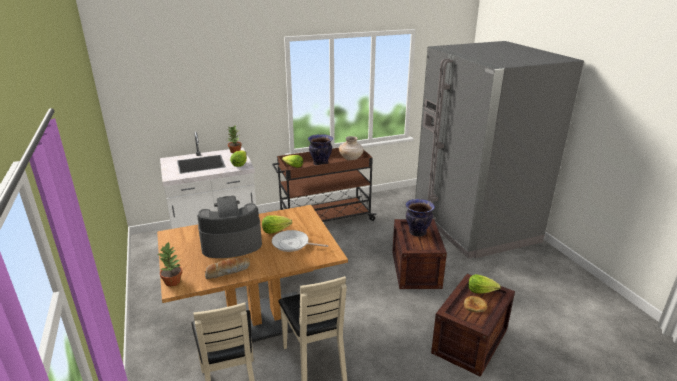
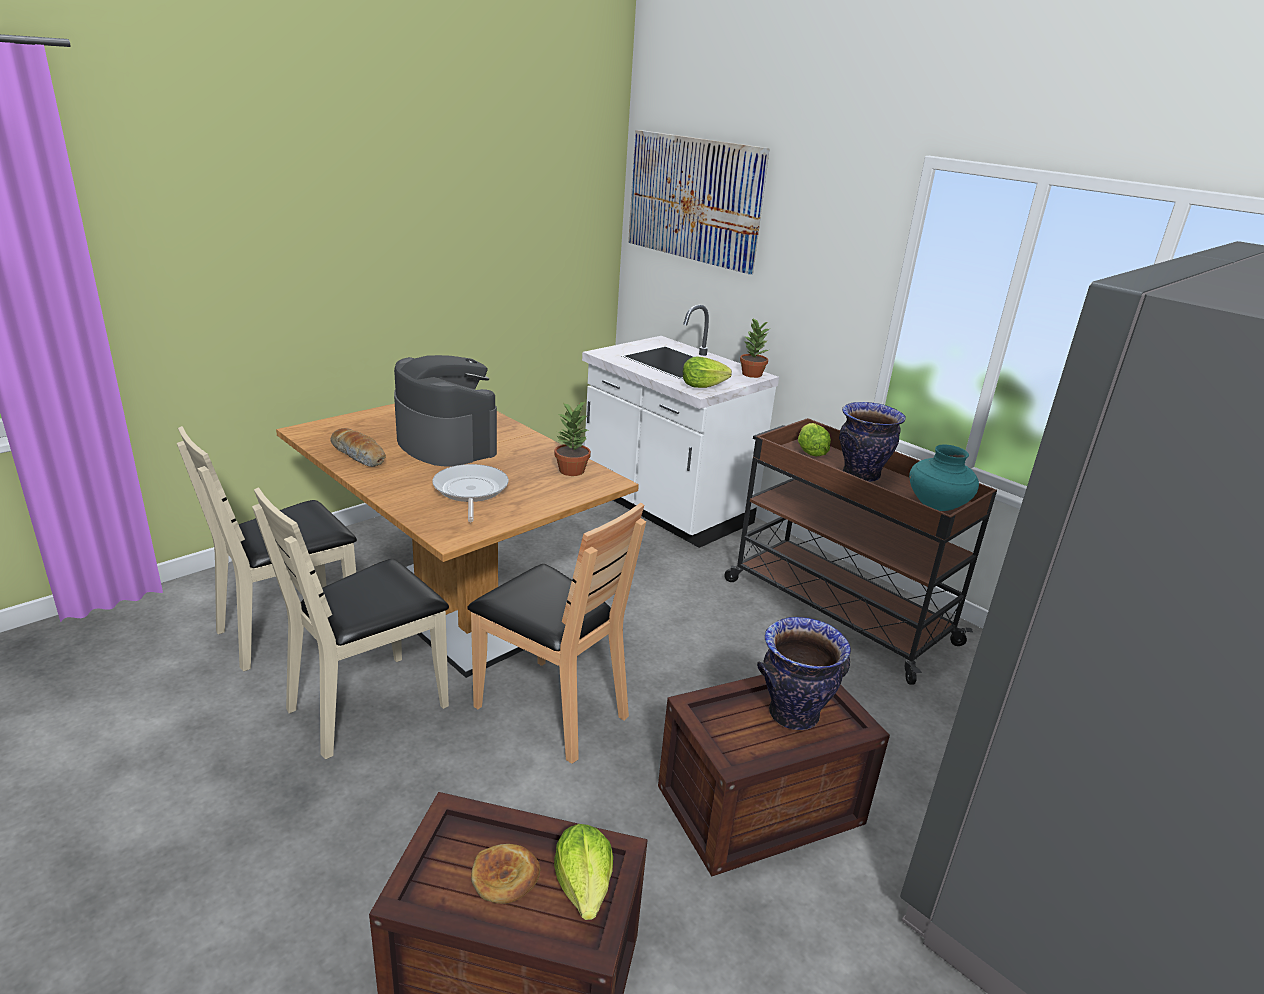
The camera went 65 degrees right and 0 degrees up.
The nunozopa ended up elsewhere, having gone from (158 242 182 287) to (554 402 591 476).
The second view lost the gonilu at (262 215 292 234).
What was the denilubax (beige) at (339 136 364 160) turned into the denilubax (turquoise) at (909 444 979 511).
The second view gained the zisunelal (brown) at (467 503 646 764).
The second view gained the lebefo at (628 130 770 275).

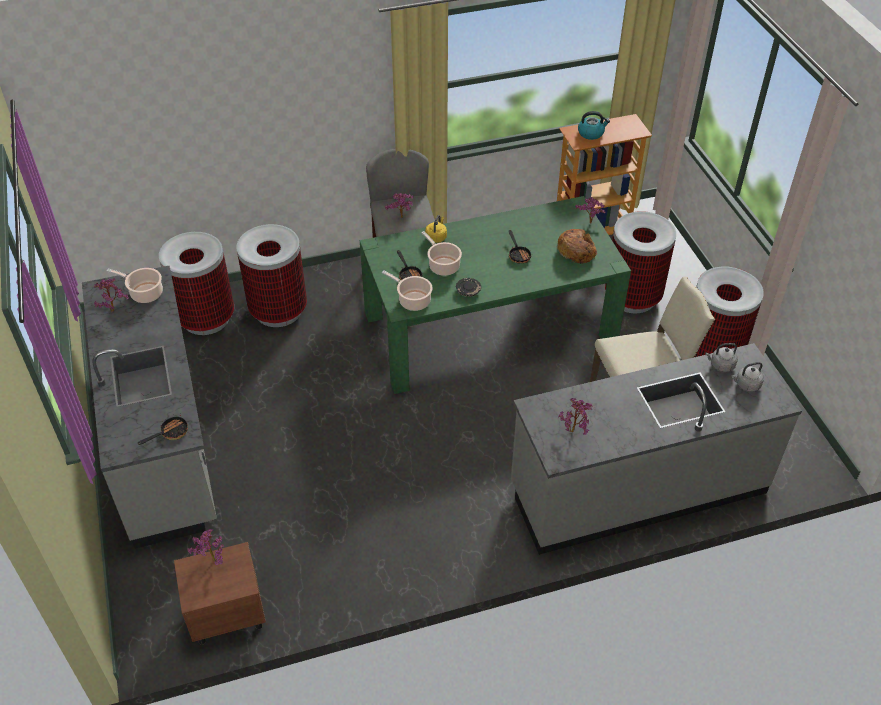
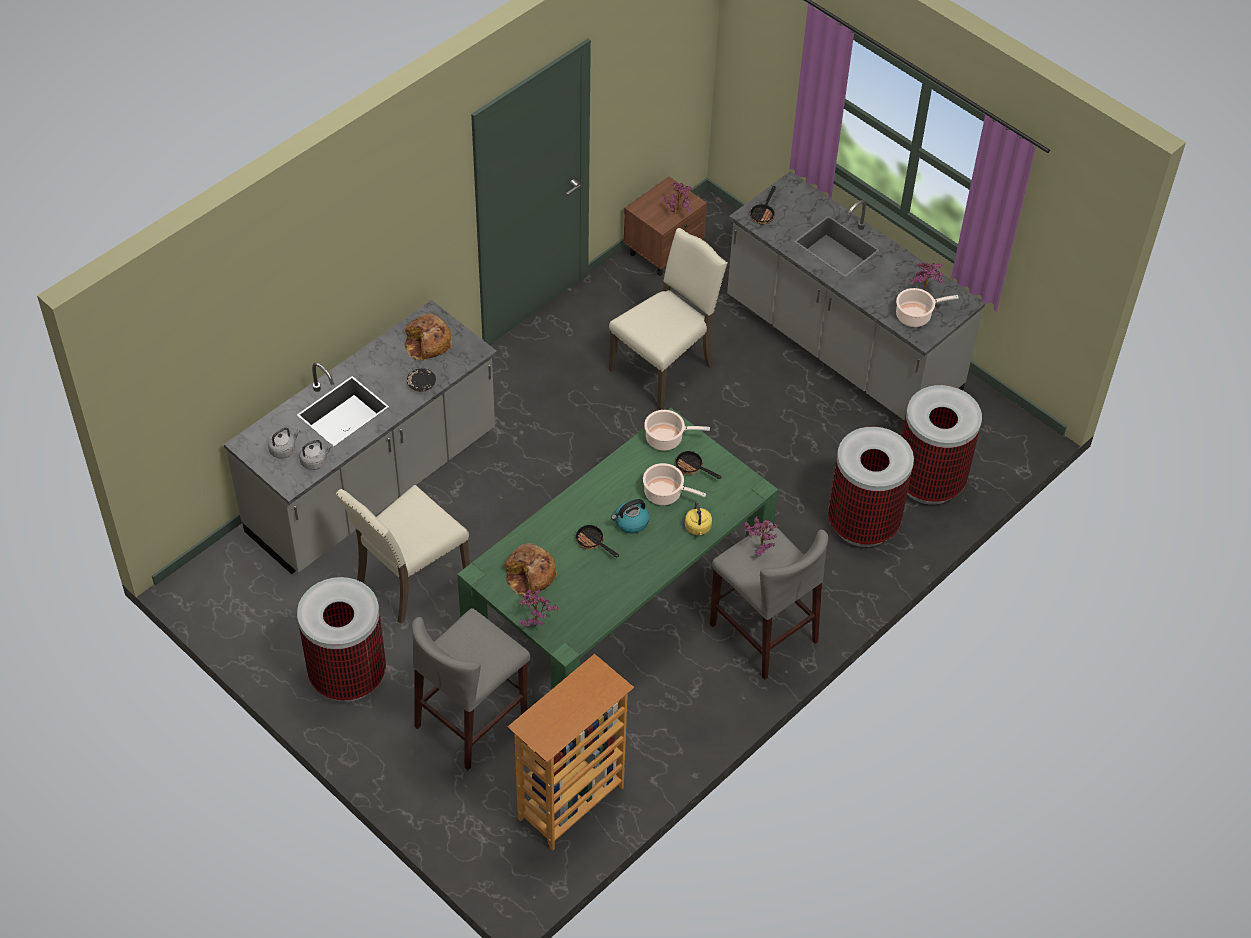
The camera went 150 degrees right and 5 degrees up.
The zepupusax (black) ended up elsewhere, having gone from (456 278 481 297) to (407 368 436 392).
Where the nunozopa stood at (558 398 593 435), the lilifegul came to stand at (404 313 452 361).
The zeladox ended up elsewhere, having gone from (578 111 610 140) to (611 499 650 534).
Where the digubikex stood at (605 211 676 313), the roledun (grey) came to stand at (412 608 530 770).
The second view gained the zisunelal (beige) at (609 228 728 410).

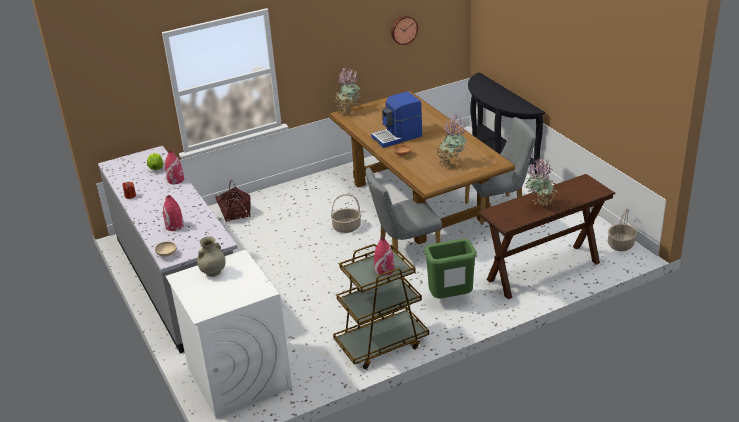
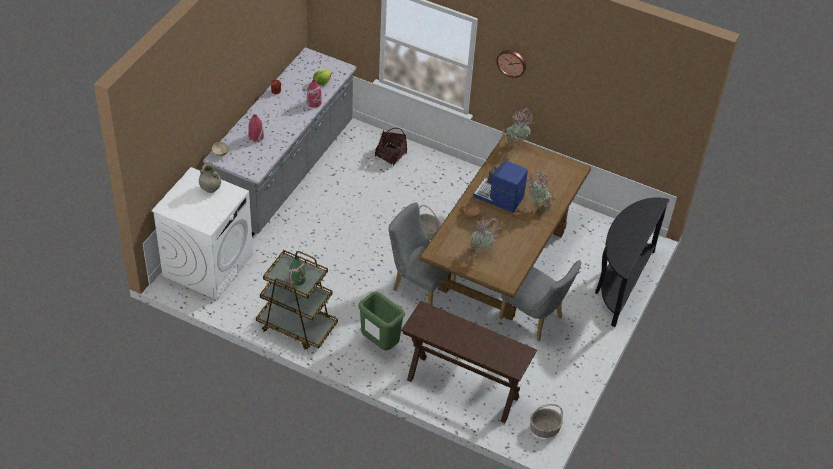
The camera went 50 degrees right and 15 degrees up.
What was the denilubax (red) at (374 238 394 276) turned into the denilubax (green) at (289 257 306 286).
The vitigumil ended up elsewhere, having gone from (391 16 418 45) to (496 50 526 78).
The nunozopa ended up elsewhere, having gone from (525 158 558 208) to (527 170 556 215).

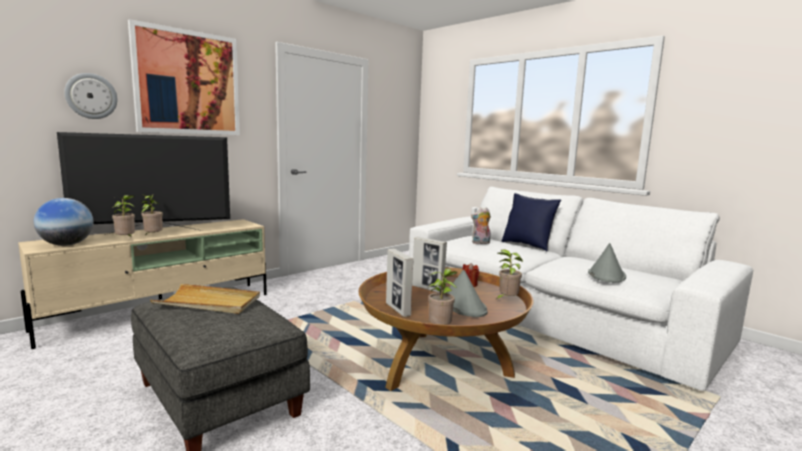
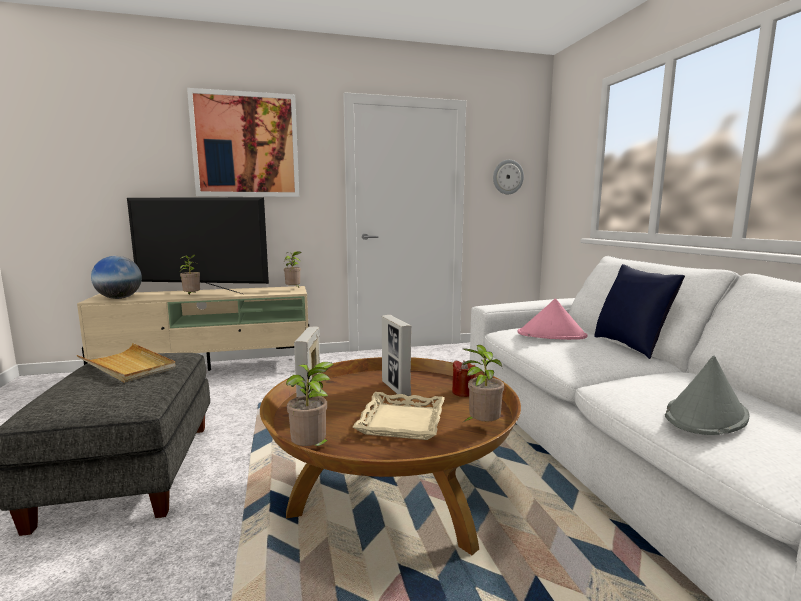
The camera went 30 degrees right and 0 degrees up.
The vitigumil ended up elsewhere, having gone from (64 73 118 119) to (493 160 524 194).
The nunozopa ended up elsewhere, having gone from (111 195 135 237) to (283 251 301 287).
Where the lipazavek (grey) stood at (446 270 488 317), the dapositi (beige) came to stand at (352 392 445 440).
Where the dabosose stood at (471 207 491 244), the lipazavek (pink) came to stand at (518 299 588 340).

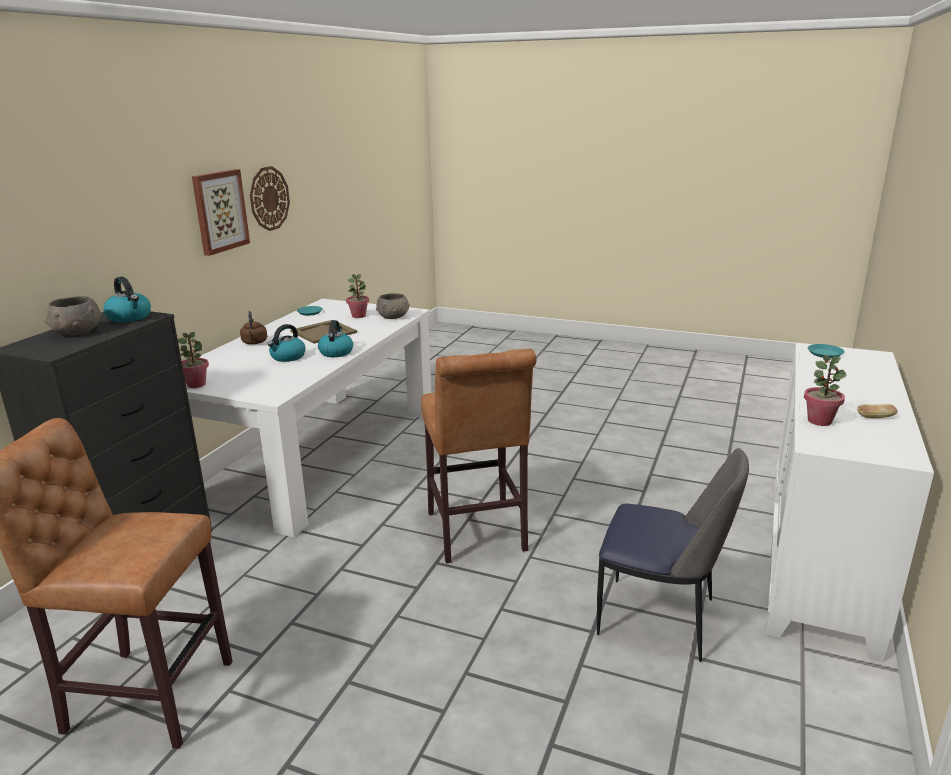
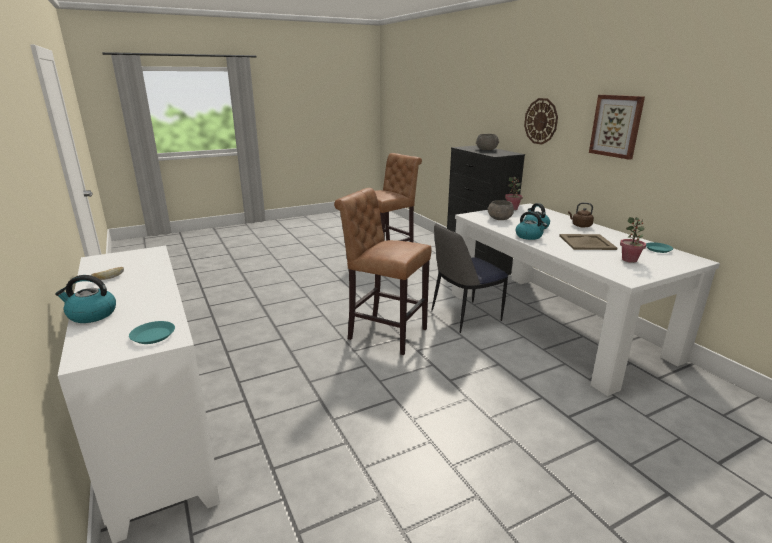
The camera went 130 degrees right and 0 degrees up.
The zeladox ended up elsewhere, having gone from (103 277 151 322) to (55 275 116 323).
The vitigumil ended up elsewhere, having gone from (250 166 290 231) to (524 98 558 145).
The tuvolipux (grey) ended up elsewhere, having gone from (376 293 410 319) to (487 200 514 220).
The zisunelal ended up elsewhere, having gone from (597 448 749 662) to (431 223 508 333).
The second view lost the nunozopa at (804 355 846 426).

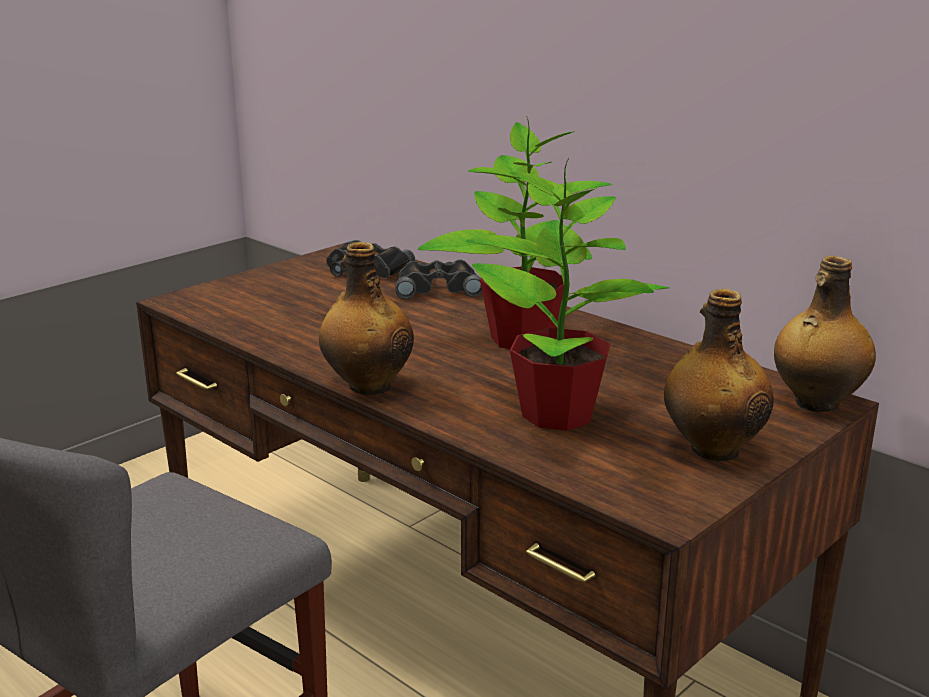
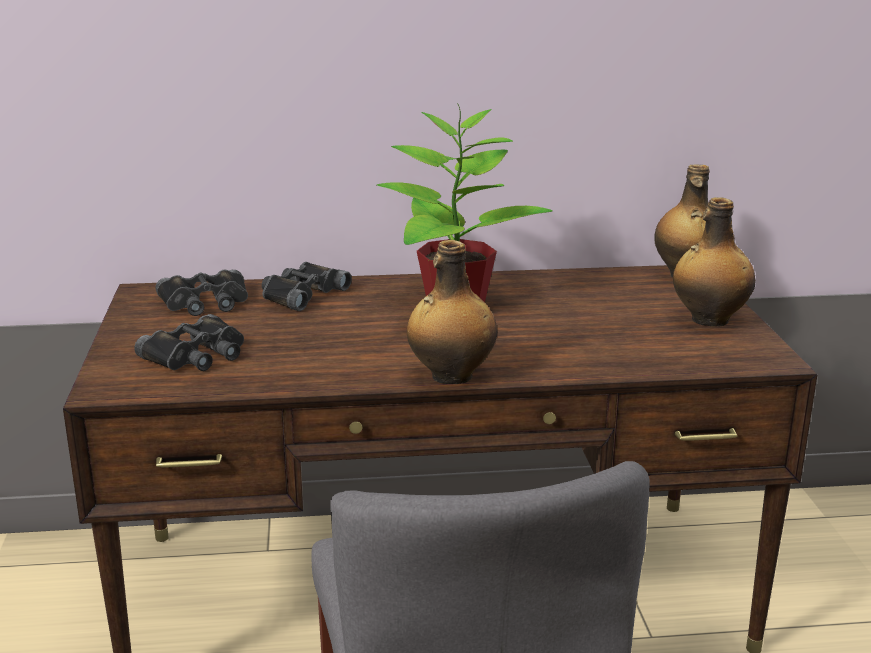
The camera went 50 degrees left and 0 degrees up.
The second view lost the nunozopa at (465 158 669 431).
The second view gained the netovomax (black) at (134 314 244 371).

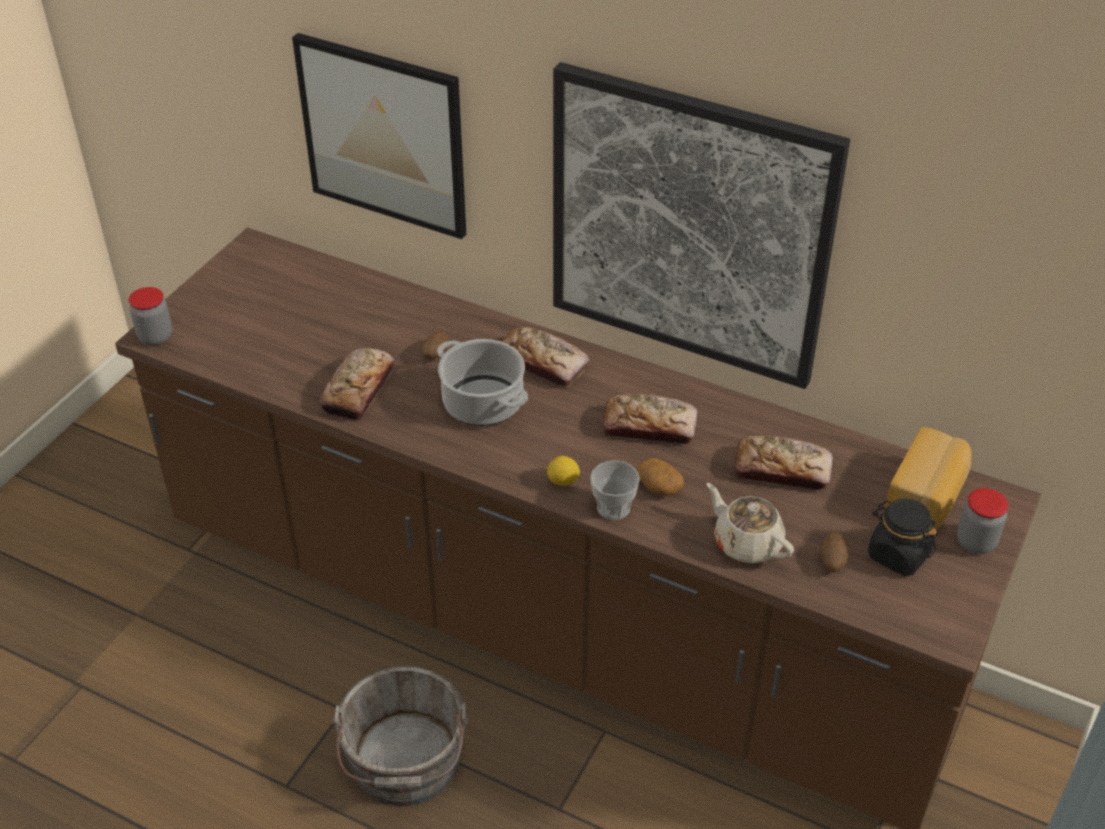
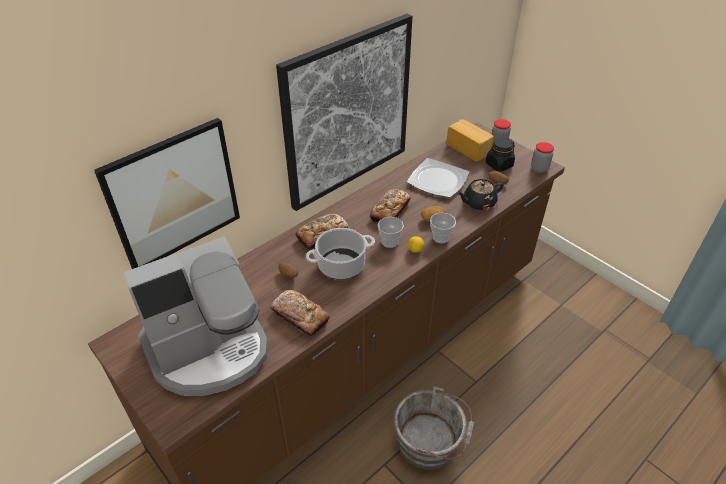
The camera went 70 degrees left and 0 degrees up.
The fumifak ended up elsewhere, having gone from (129 287 172 345) to (531 142 554 173).
What was the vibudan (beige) at (707 483 794 564) turned into the vibudan (black) at (457 179 504 210).
Where the lilifegul stood at (734 436 833 491), the zepupusax came to stand at (407 158 470 198).
The second view gained the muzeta at (124 236 268 396).
The second view gained the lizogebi at (378 217 404 248).

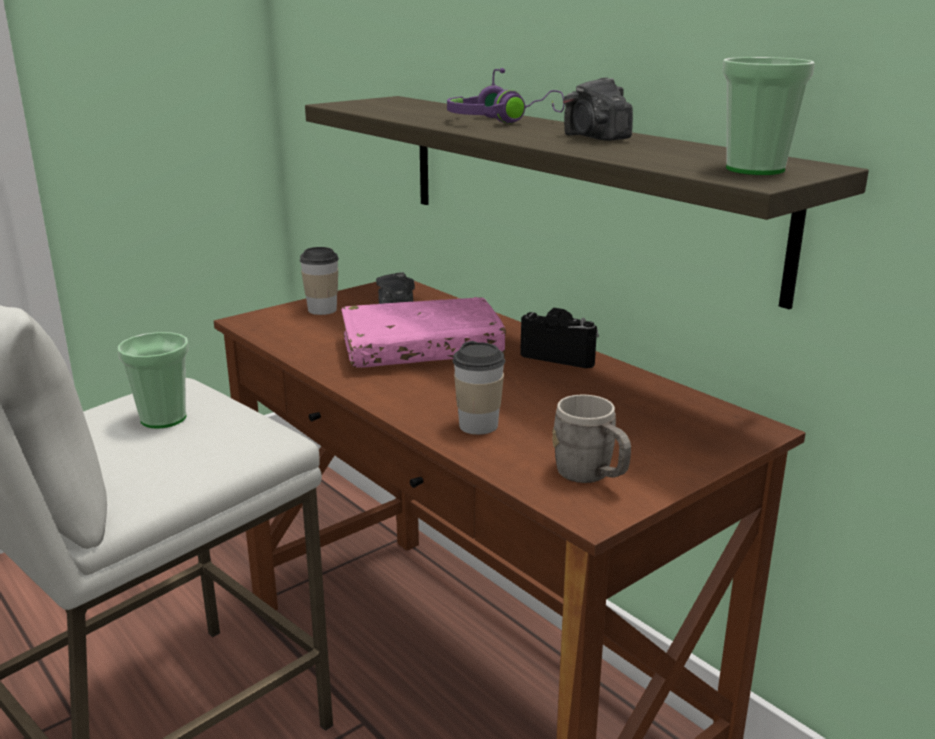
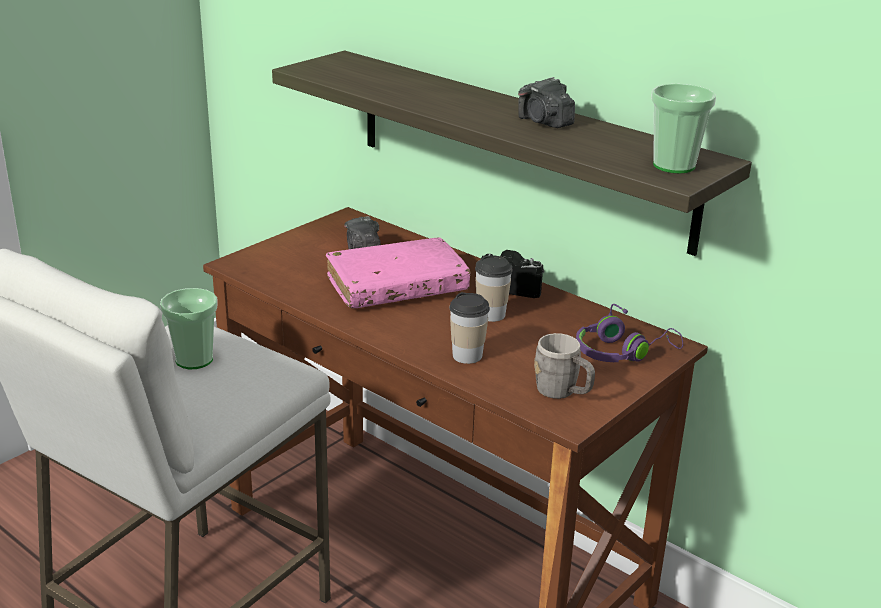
The camera went 10 degrees left and 5 degrees up.
The lizogebi ended up elsewhere, having gone from (300 247 339 315) to (475 255 513 322).
The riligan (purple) ended up elsewhere, having gone from (447 68 564 124) to (576 304 683 362).

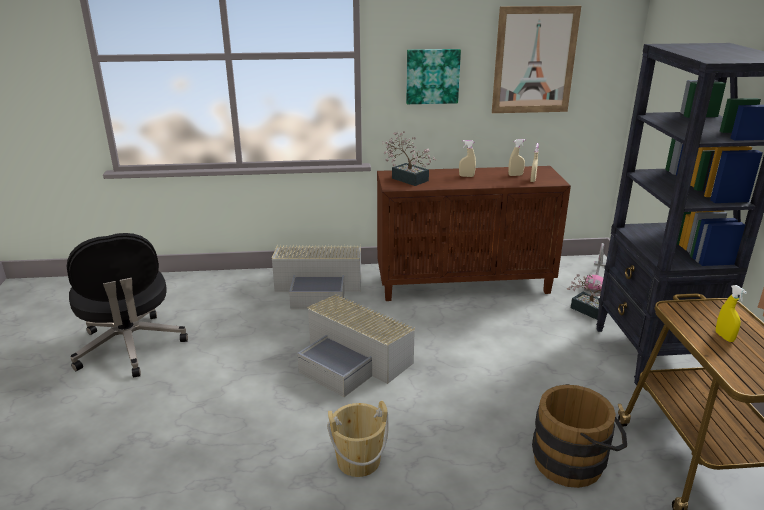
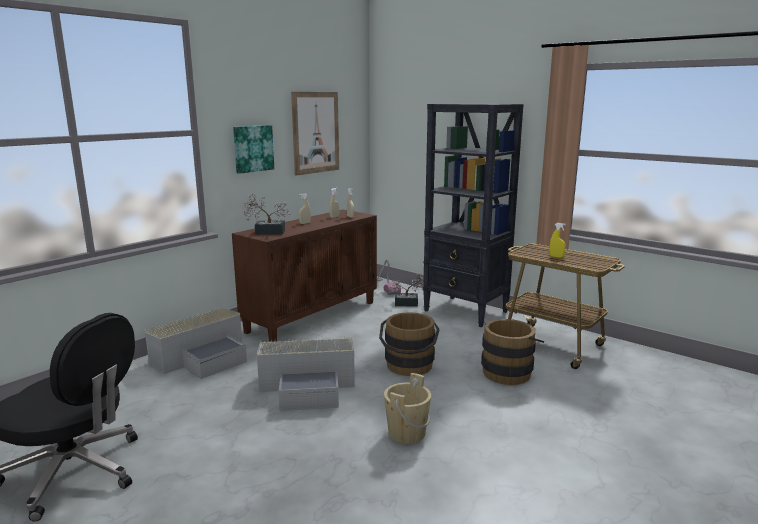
The camera went 45 degrees left and 10 degrees down.
The second view gained the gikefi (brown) at (379 312 440 376).

